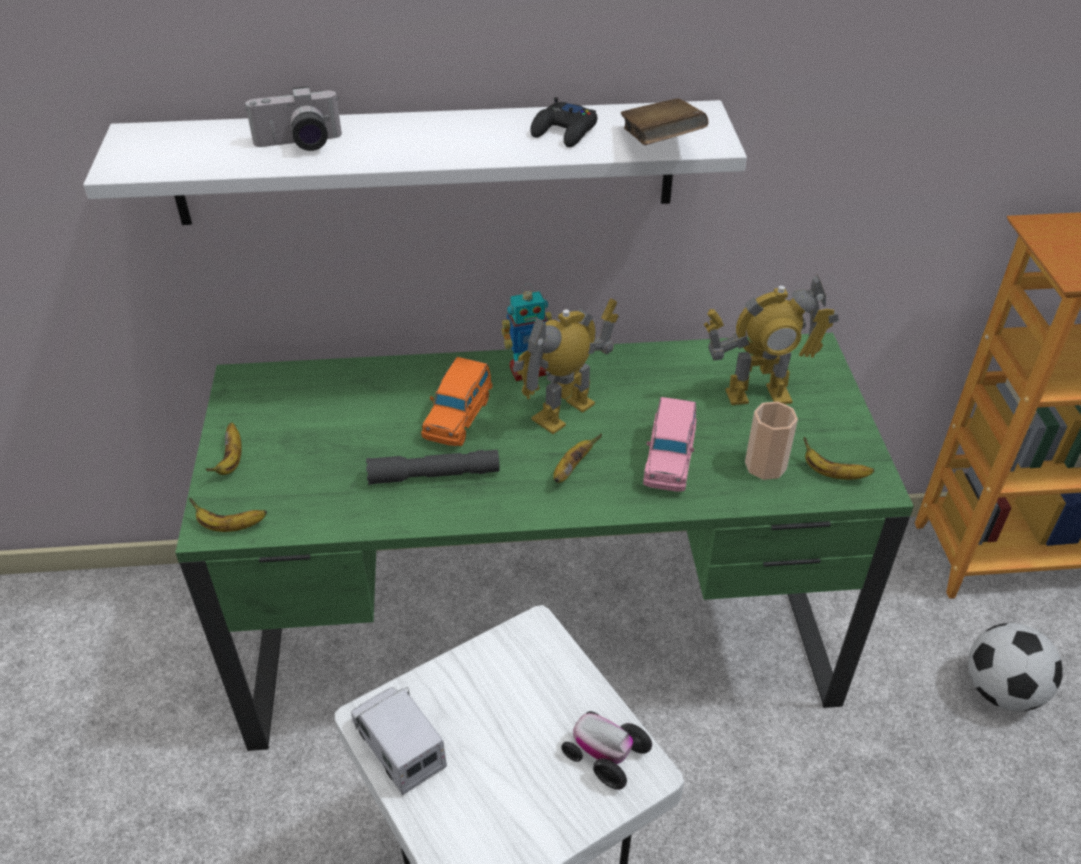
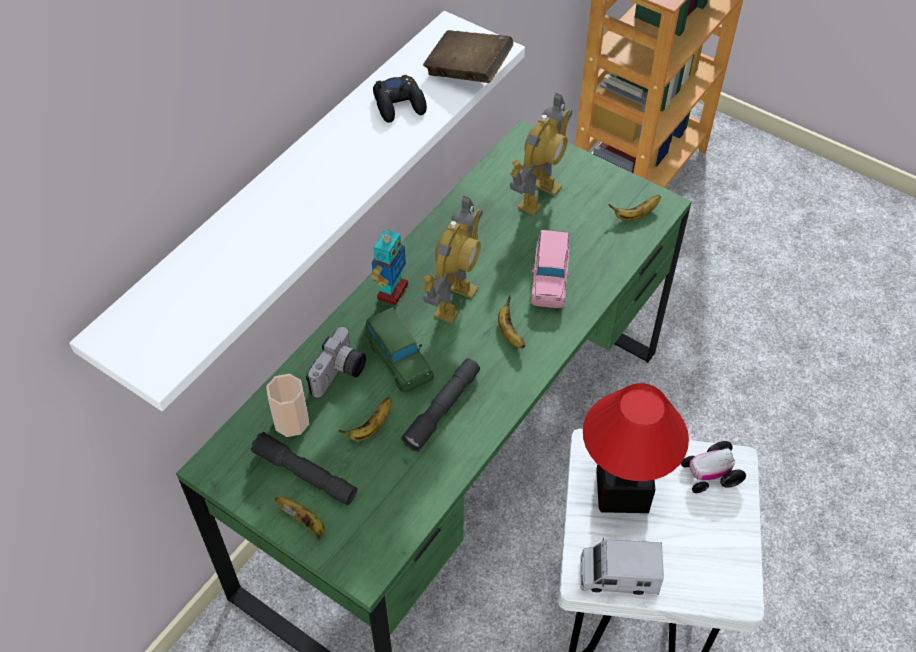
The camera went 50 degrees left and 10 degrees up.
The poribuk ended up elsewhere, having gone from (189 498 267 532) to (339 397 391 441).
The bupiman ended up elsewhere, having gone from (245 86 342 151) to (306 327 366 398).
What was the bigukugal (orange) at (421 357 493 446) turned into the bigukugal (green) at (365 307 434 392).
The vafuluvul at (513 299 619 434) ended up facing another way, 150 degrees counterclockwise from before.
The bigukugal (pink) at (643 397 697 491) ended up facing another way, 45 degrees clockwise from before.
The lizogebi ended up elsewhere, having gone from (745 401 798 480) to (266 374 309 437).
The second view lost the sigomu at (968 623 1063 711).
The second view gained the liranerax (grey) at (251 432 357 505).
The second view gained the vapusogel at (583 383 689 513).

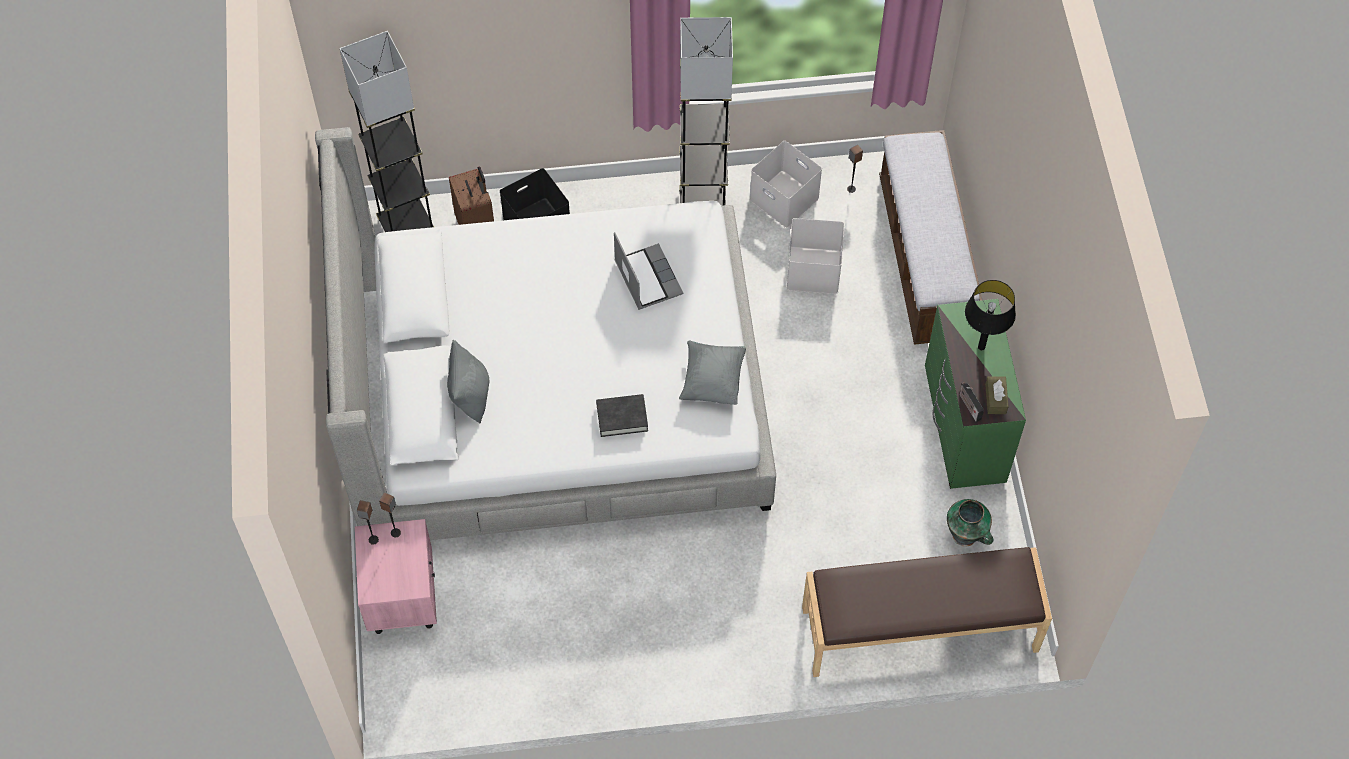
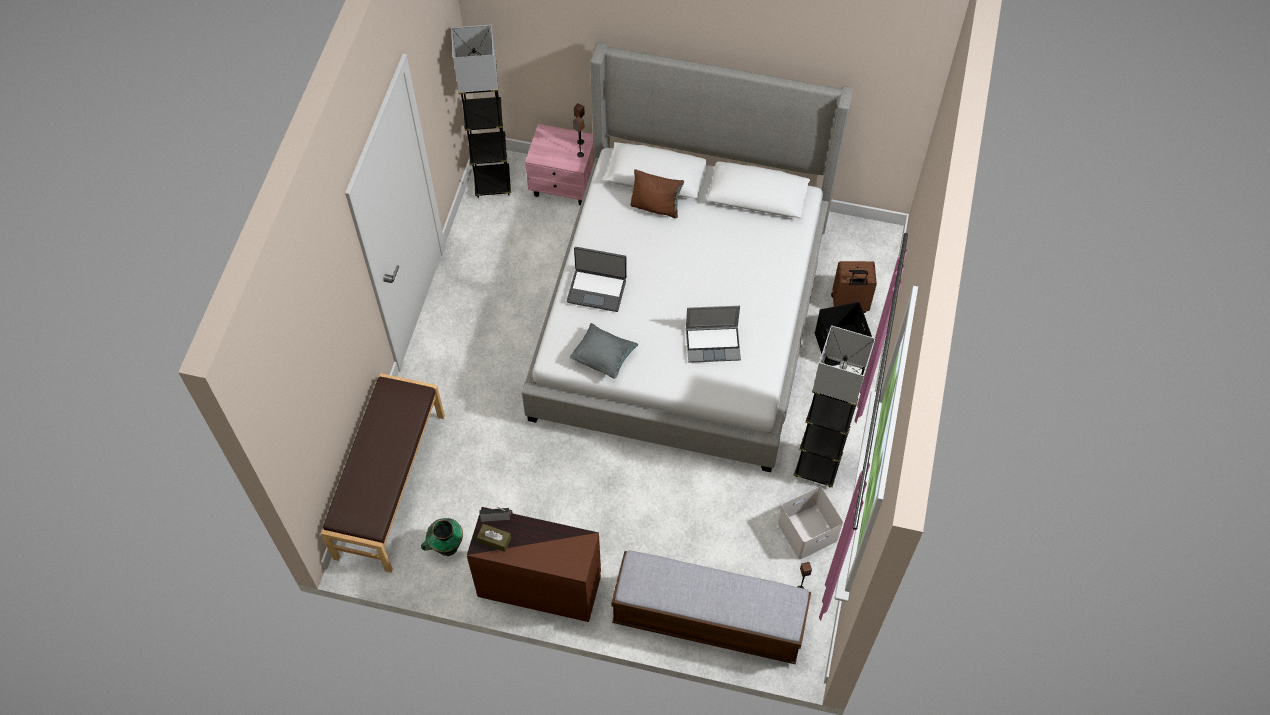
The camera went 110 degrees right and 0 degrees up.
The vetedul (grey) ended up elsewhere, having gone from (340 31 434 232) to (452 25 511 198).
What was the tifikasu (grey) at (447 340 489 423) turned into the tifikasu (brown) at (630 169 684 218).
Where the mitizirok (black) stood at (596 394 648 437), the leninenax came to stand at (567 247 627 312).
The second view lost the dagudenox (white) at (786 218 844 294).
What was the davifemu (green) at (925 299 1026 489) turned into the davifemu (brown) at (467 507 601 622).
The second view lost the vapusogel (black) at (965 280 1016 350).

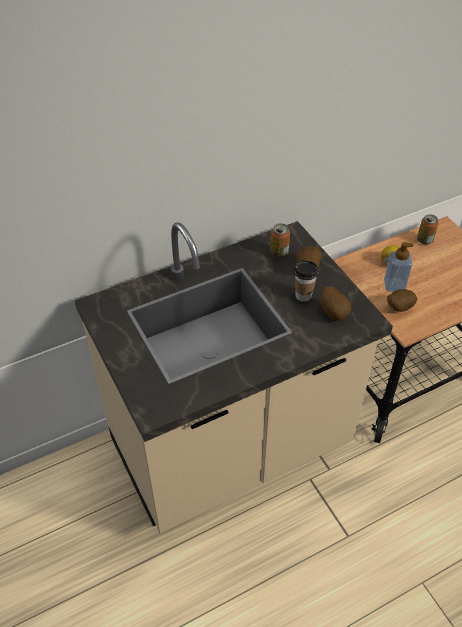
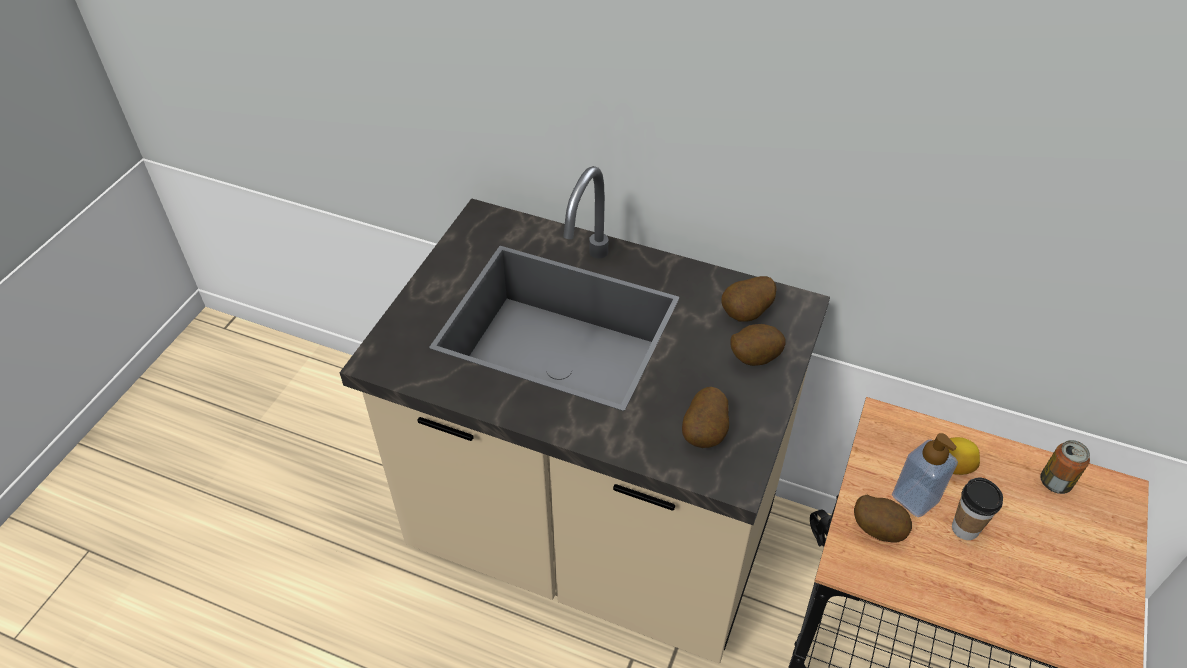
The camera went 50 degrees right and 0 degrees up.
Where the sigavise stood at (270 223 290 258), the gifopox came to stand at (722 276 777 322).
The lizogebi ended up elsewhere, having gone from (294 260 318 302) to (952 478 1003 540).

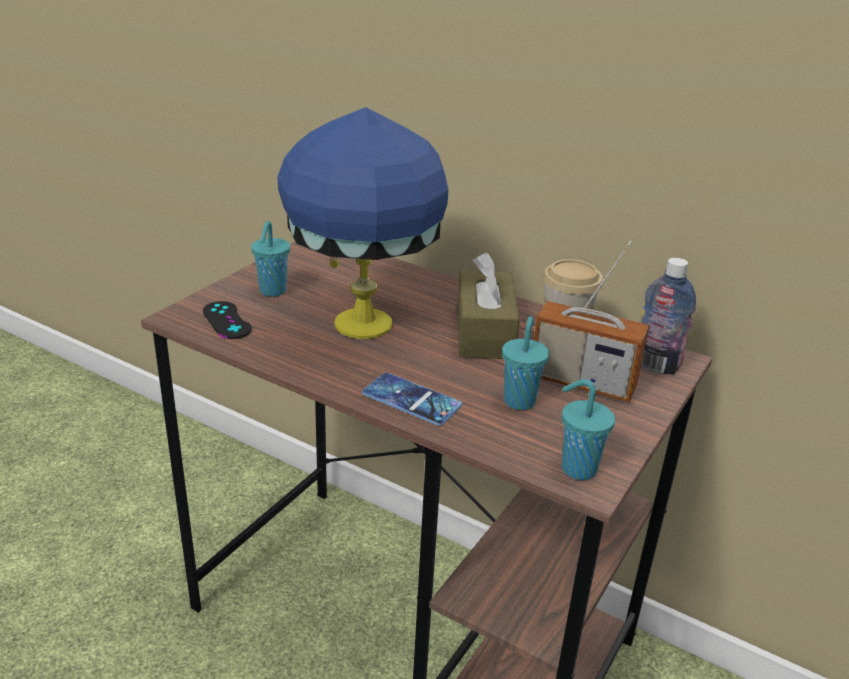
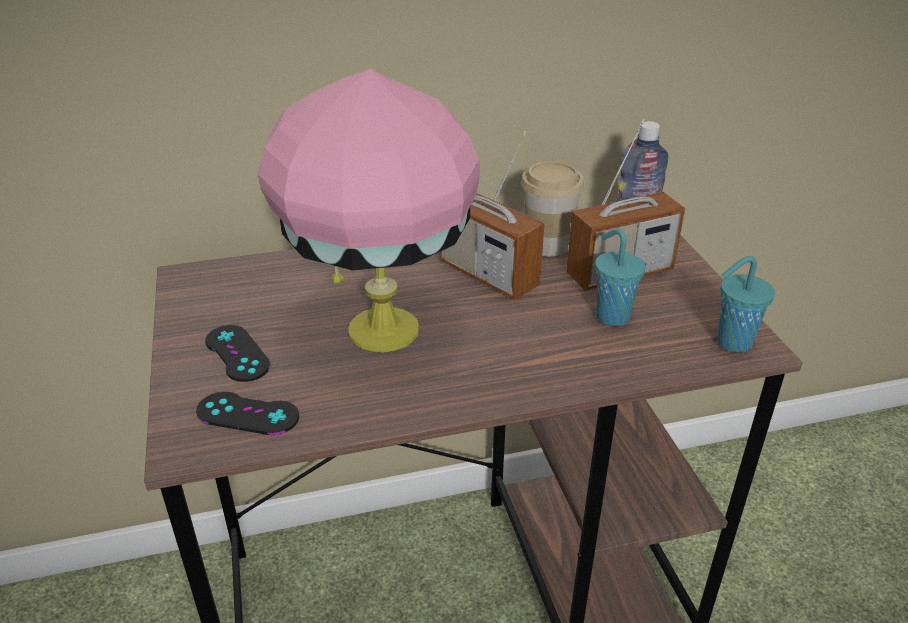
The camera went 45 degrees left and 5 degrees up.
Where the lizogebi (turquoise) stood at (251 221 290 297), the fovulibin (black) came to stand at (205 325 270 382).
What was the vapusogel (blue) at (277 107 448 339) turned into the vapusogel (pink) at (258 69 480 353).
The second view lost the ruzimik at (362 372 462 426).
Where the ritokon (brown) stood at (457 252 520 359), the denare came to stand at (439 131 544 300).

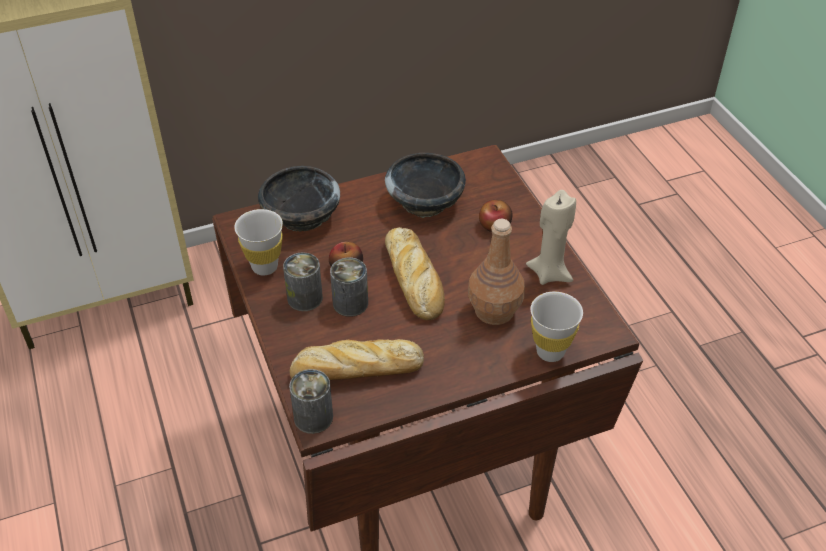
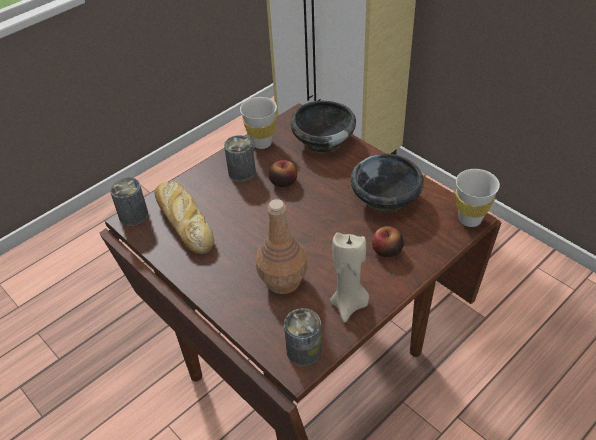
The camera went 70 degrees right and 0 degrees up.
The sigavise ended up elsewhere, having gone from (330 258 368 317) to (284 308 322 366).
The second view lost the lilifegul at (385 227 445 320).
The lizogebi (white) ended up elsewhere, having gone from (531 292 583 362) to (455 169 500 227).

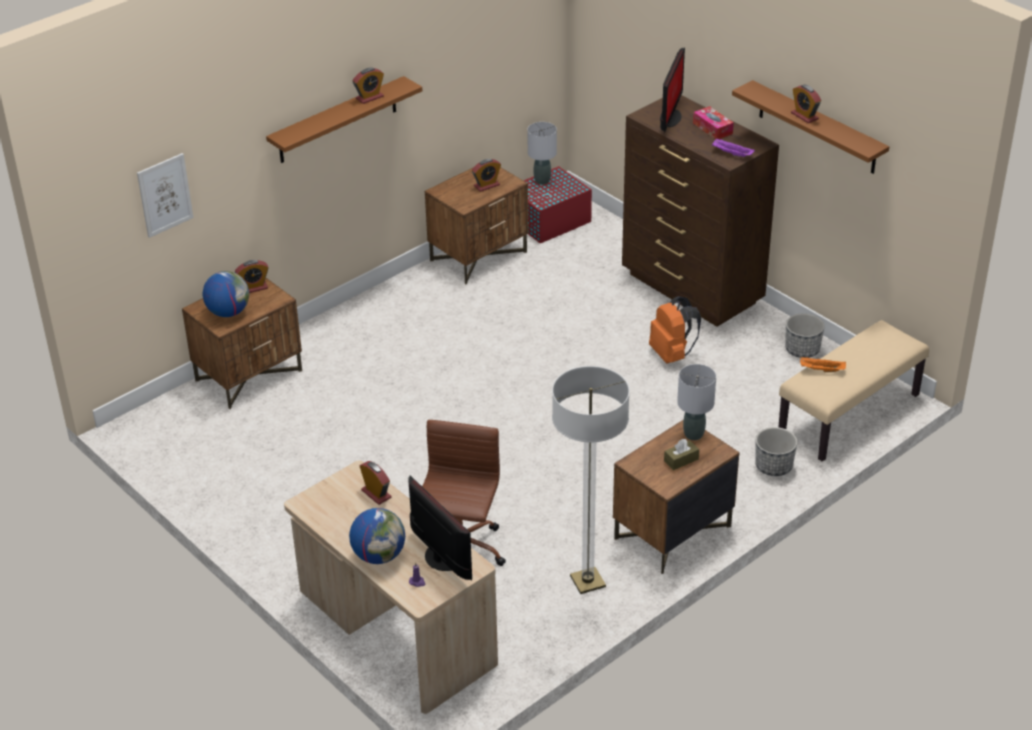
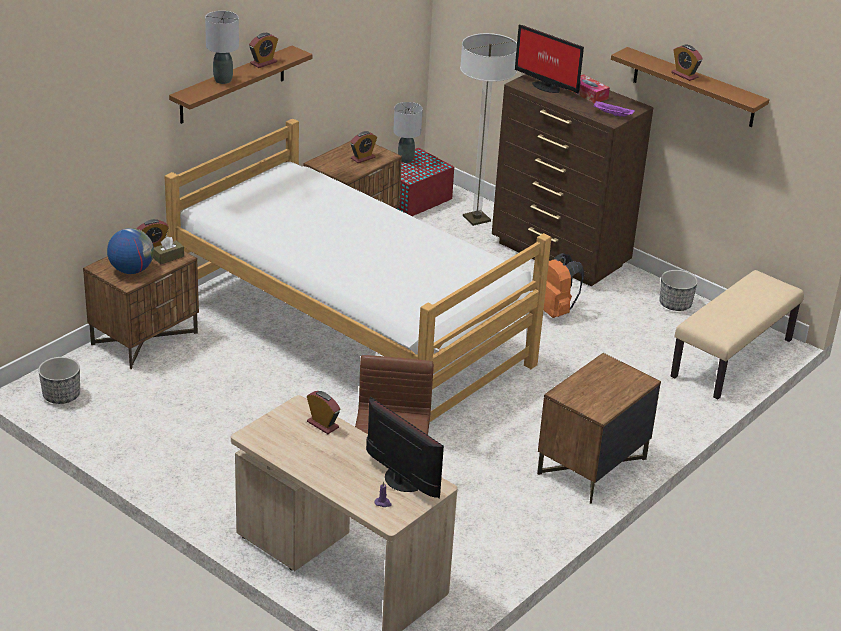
The camera went 10 degrees left and 5 degrees down.
The second view lost the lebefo at (137 153 193 238).
The second view lost the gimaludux at (349 508 405 564).
The vetedul ended up elsewhere, having gone from (552 366 630 594) to (460 33 517 226).
The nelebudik at (660 47 685 133) ended up facing another way, 120 degrees clockwise from before.
The ritokon (brown) ended up elsewhere, having gone from (664 439 699 470) to (153 237 184 264).
The vapusogel (grey) ended up elsewhere, having gone from (677 364 716 440) to (205 11 239 84).
The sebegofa ended up elsewhere, having gone from (755 427 797 476) to (38 357 80 404).
The second view lost the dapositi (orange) at (800 357 846 372).
The second view gained the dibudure at (165 118 551 422).

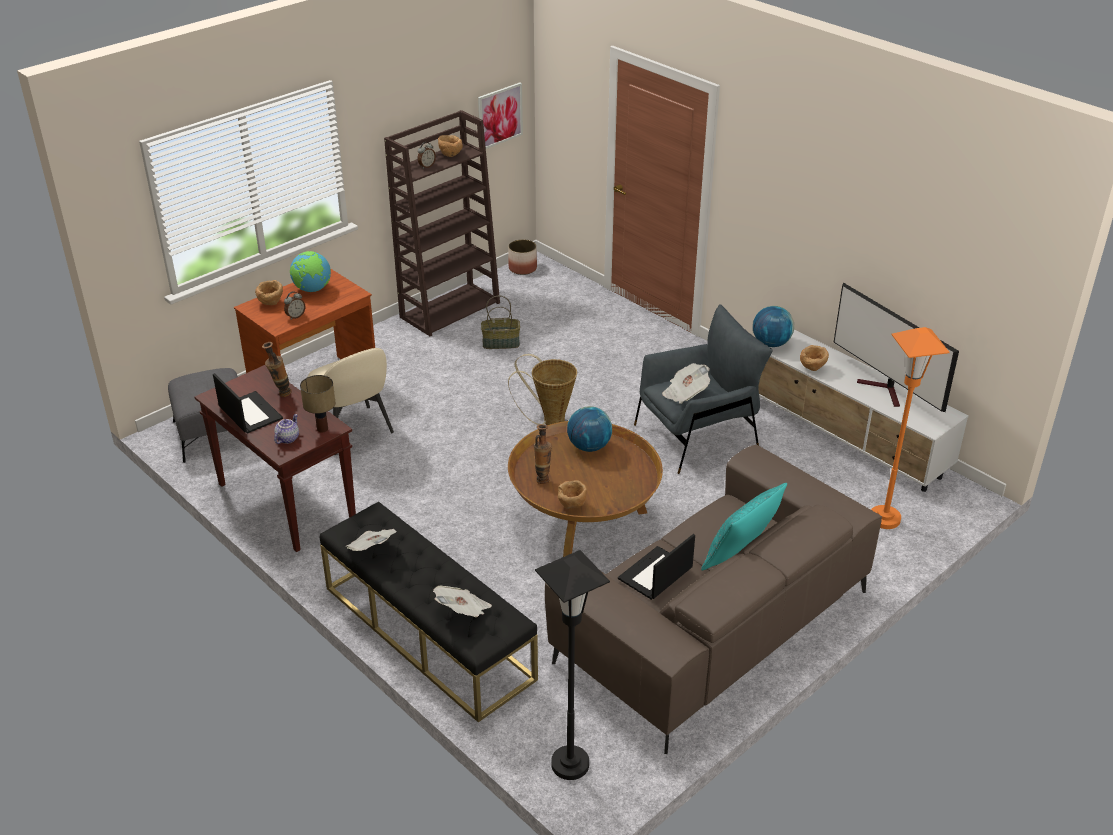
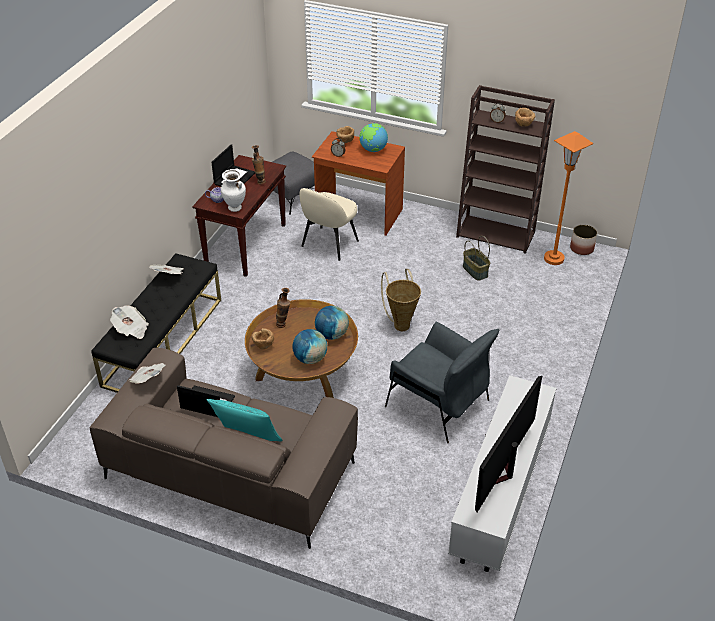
The camera went 65 degrees right and 5 degrees up.
Where the vapusogel stood at (300 375 336 433), the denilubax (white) came to stand at (221 169 246 212).
The second view lost the lebefo at (478 82 523 149).
The second view lost the vetedul (black) at (535 550 610 780).
The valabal ended up elsewhere, having gone from (662 363 710 404) to (128 363 166 383).
The gimaludux ended up elsewhere, having gone from (753 306 794 347) to (292 329 327 364).
The second view lost the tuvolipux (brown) at (800 345 829 371).
The vetedul (orange) ended up elsewhere, having gone from (871 327 950 529) to (544 131 594 265).

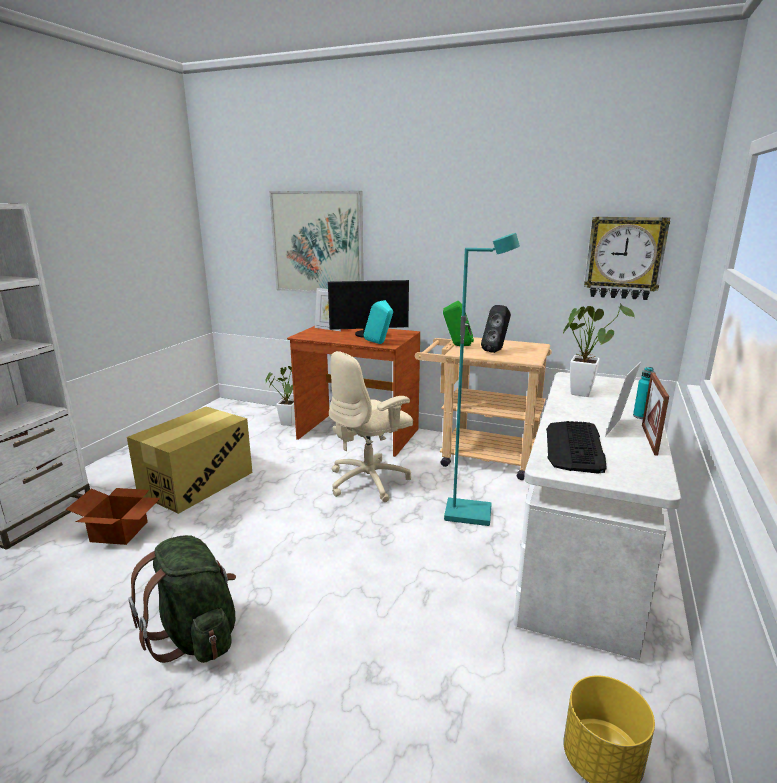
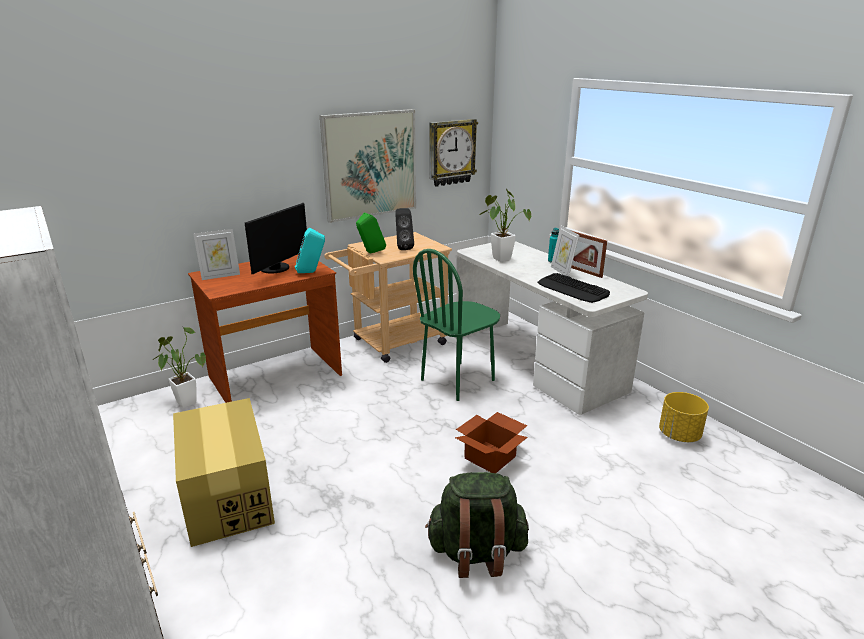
The camera went 55 degrees left and 5 degrees up.
The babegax ended up elsewhere, having gone from (66 488 160 545) to (455 412 528 473).
The lebefo ended up elsewhere, having gone from (269 191 364 293) to (320 109 416 223).
The second view lost the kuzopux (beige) at (329 351 413 502).
Where the vetedul (turquoise) stood at (444 233 520 526), the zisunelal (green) came to stand at (413 249 500 401).

